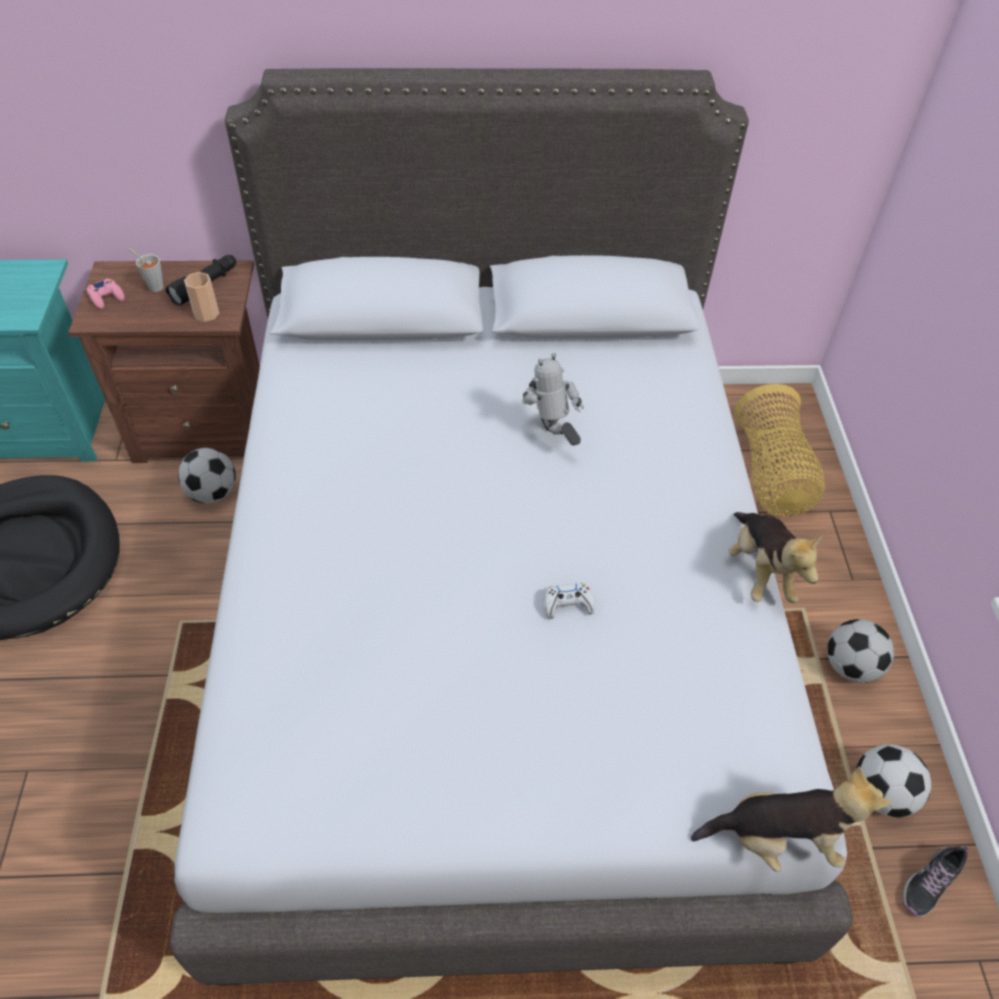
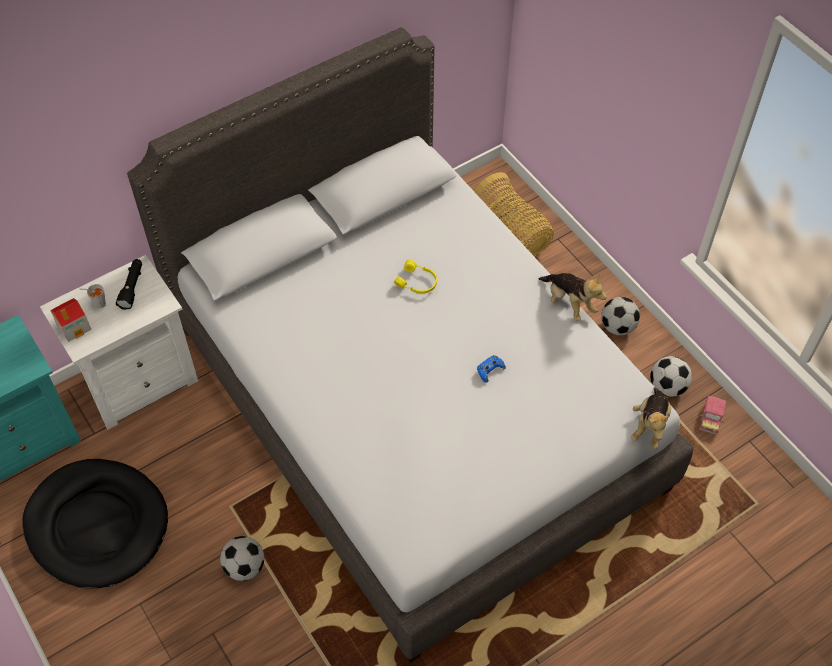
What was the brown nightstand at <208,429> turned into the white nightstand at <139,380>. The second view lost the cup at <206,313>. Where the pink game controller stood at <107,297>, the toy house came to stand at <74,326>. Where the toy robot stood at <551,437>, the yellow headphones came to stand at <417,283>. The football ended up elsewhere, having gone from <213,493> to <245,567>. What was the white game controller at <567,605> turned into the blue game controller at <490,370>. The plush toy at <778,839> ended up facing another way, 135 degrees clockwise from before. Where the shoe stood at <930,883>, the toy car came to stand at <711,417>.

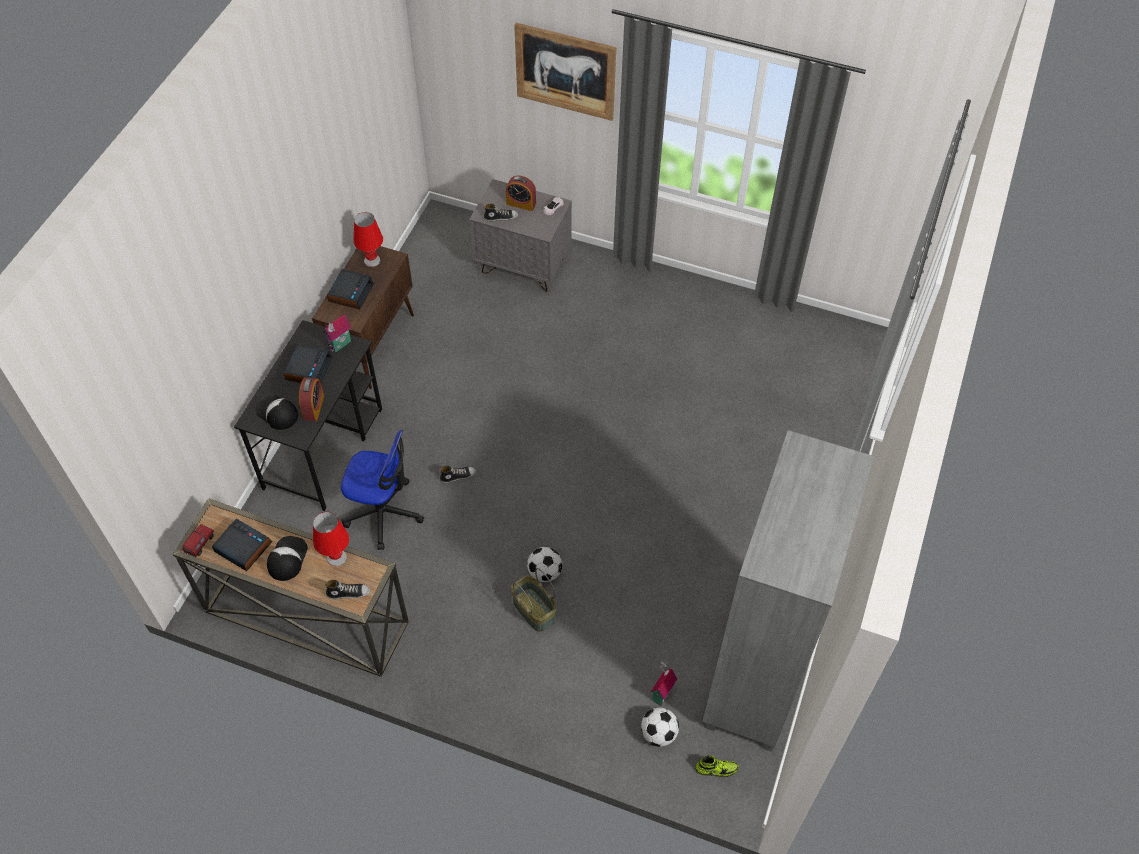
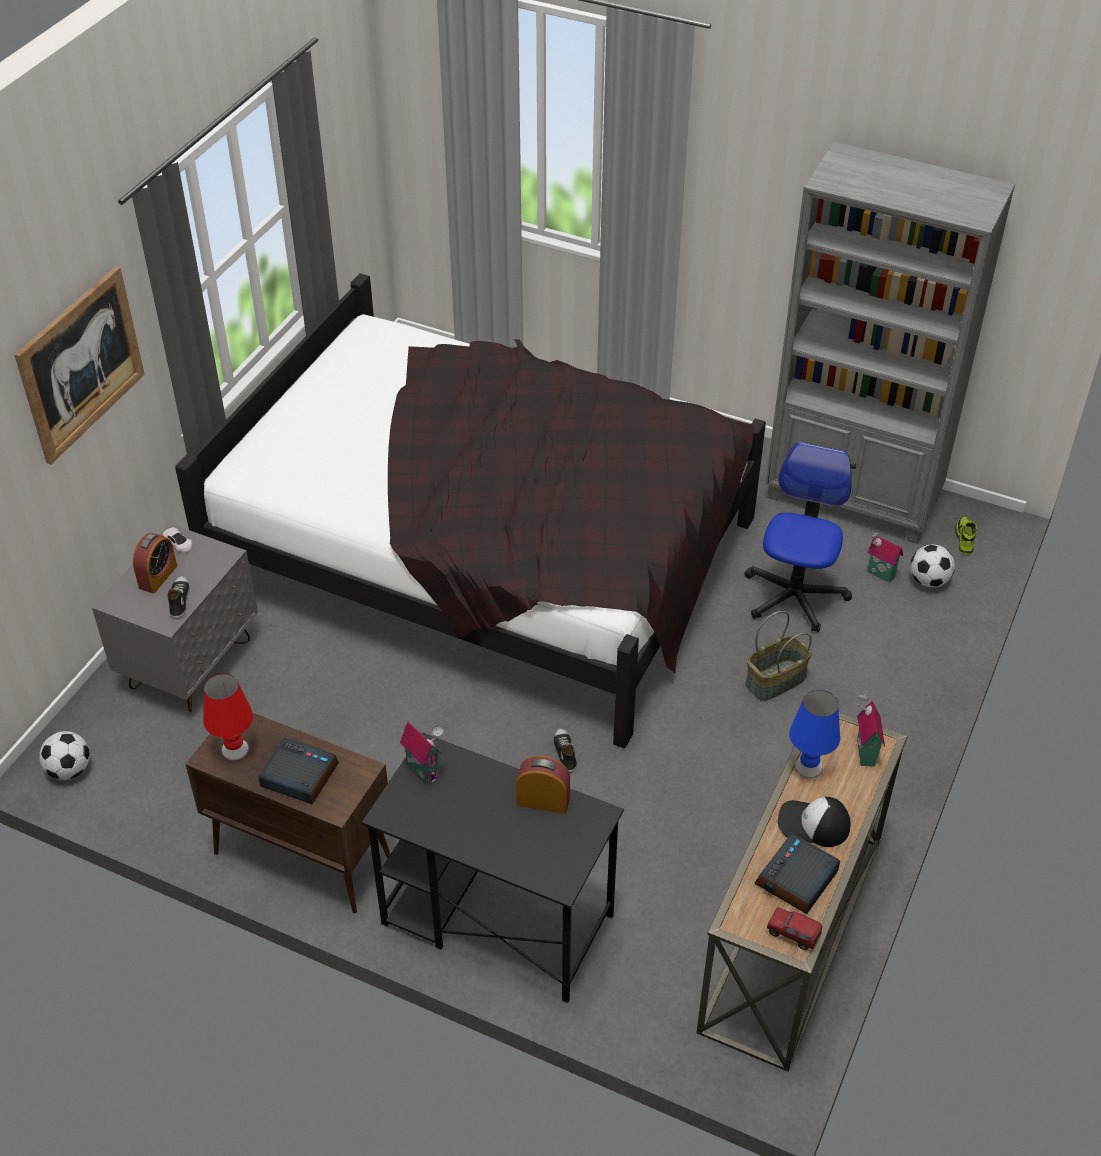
The second view lost the alarm clock at <308,368>. The second view lost the cap at <277,413>. The office chair ended up elsewhere, having gone from <383,512> to <794,596>. What was the red table lamp at <336,557> turned into the blue table lamp at <808,766>. The football ended up elsewhere, having gone from <545,572> to <69,770>. Where the shoe stood at <348,592>, the toy house came to stand at <863,752>. The second view gained the black bed at <489,554>.

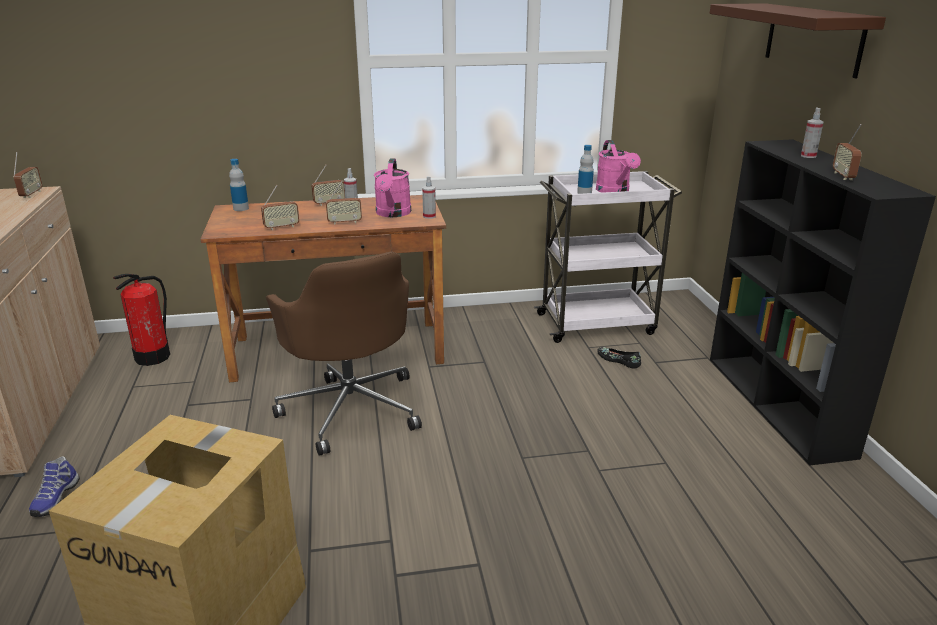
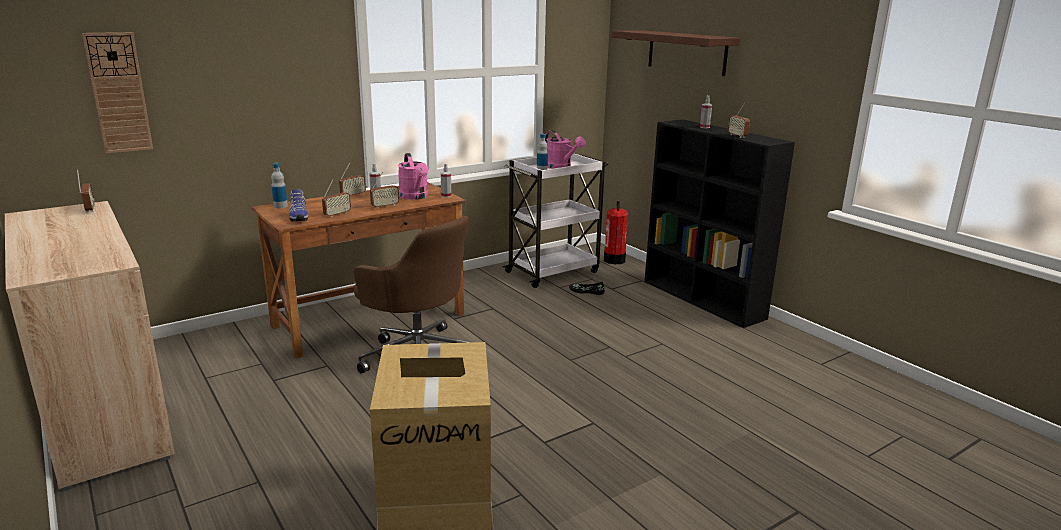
The fire extinguisher ended up elsewhere, having gone from <153,357> to <614,260>. The shoe ended up elsewhere, having gone from <54,498> to <298,217>. The second view gained the wall clock at <118,93>.

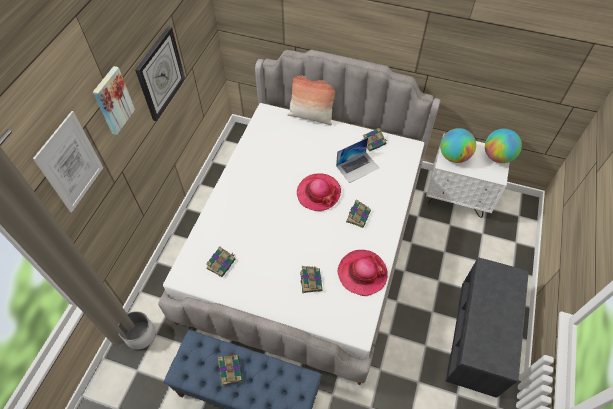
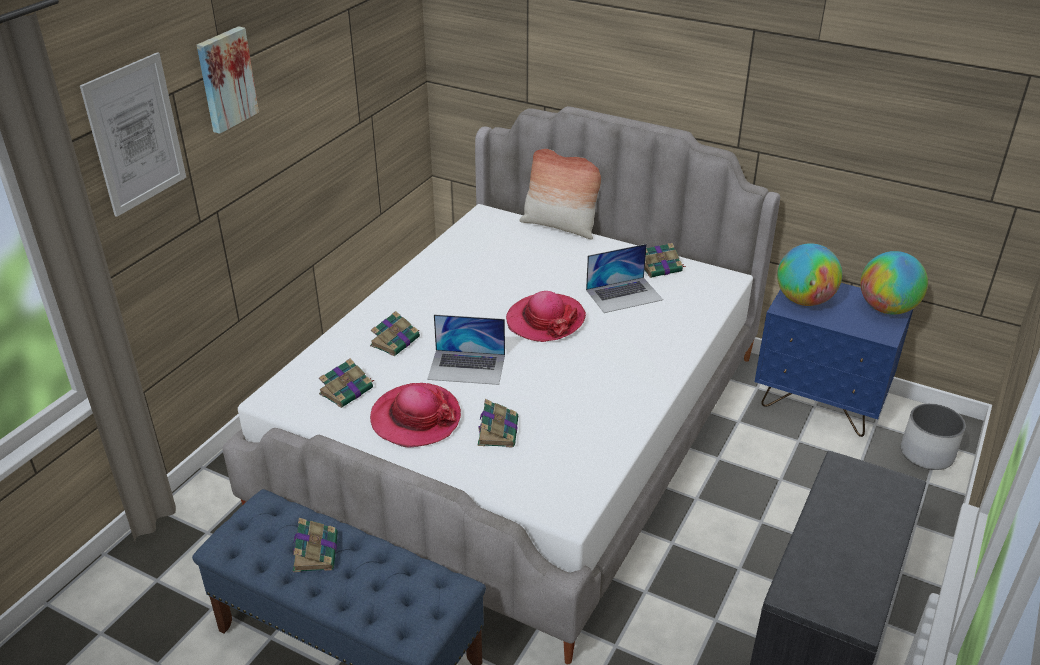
The second view lost the wall clock at <160,74>. What was the white nightstand at <457,197> turned into the blue nightstand at <820,402>. The book ended up elsewhere, having gone from <358,216> to <396,341>. The hat ended up elsewhere, having gone from <362,273> to <415,418>. The white planter ended up elsewhere, having gone from <140,335> to <926,453>. The second view gained the laptop at <467,367>.

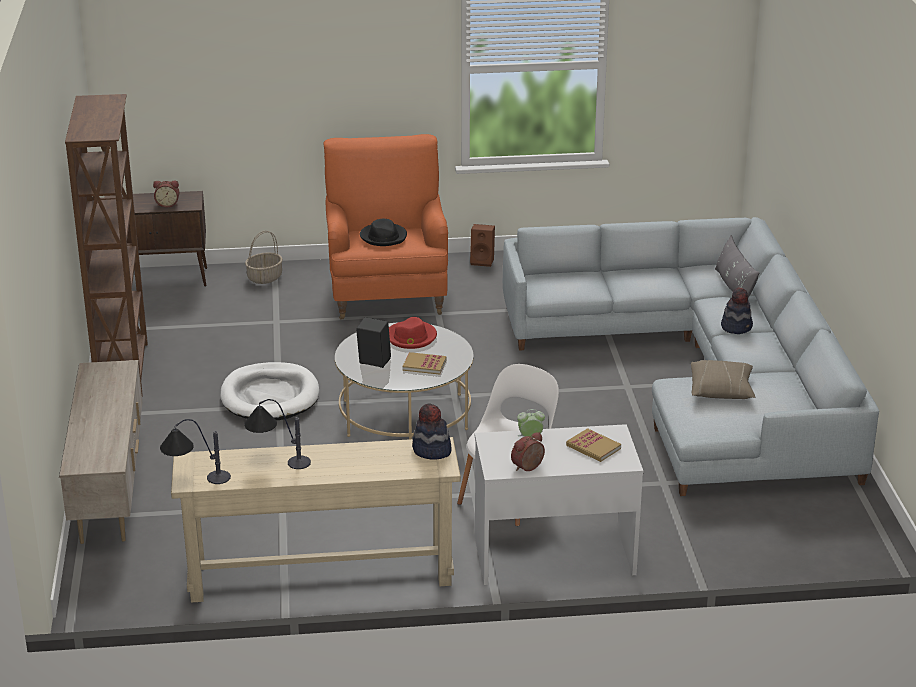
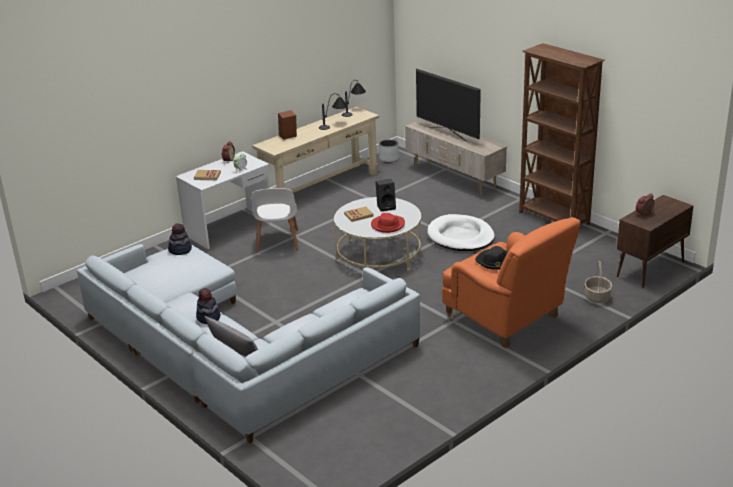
The brown speaker ended up elsewhere, having gone from <483,261> to <288,137>. The second view lost the beige pillow at <721,390>. The hat ended up elsewhere, having gone from <431,450> to <180,250>. The second view gained the television at <447,133>. The second view gained the grey planter at <389,158>.

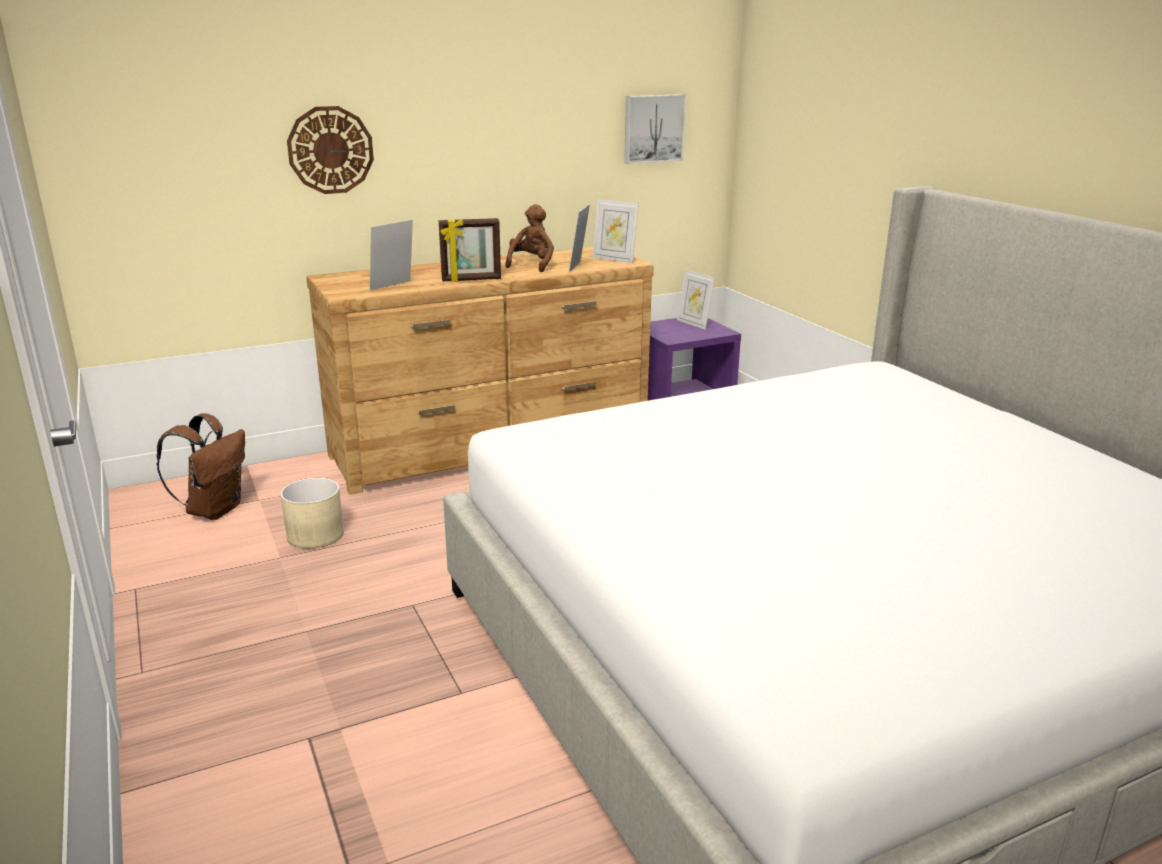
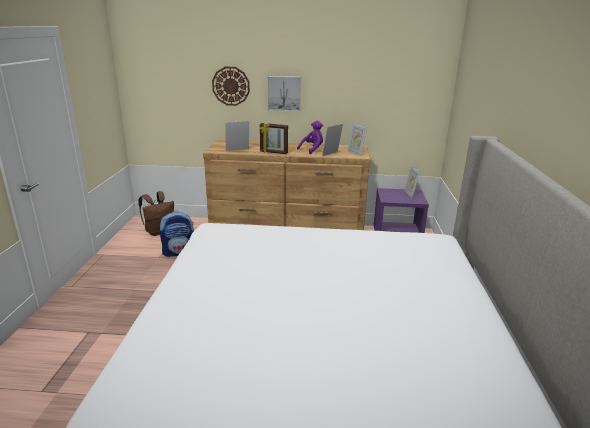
The picture ended up elsewhere, having gone from <653,128> to <284,93>. What was the brown plush toy at <532,265> turned into the purple plush toy at <312,150>. Where the beige planter stood at <315,534>, the backpack came to stand at <179,252>.

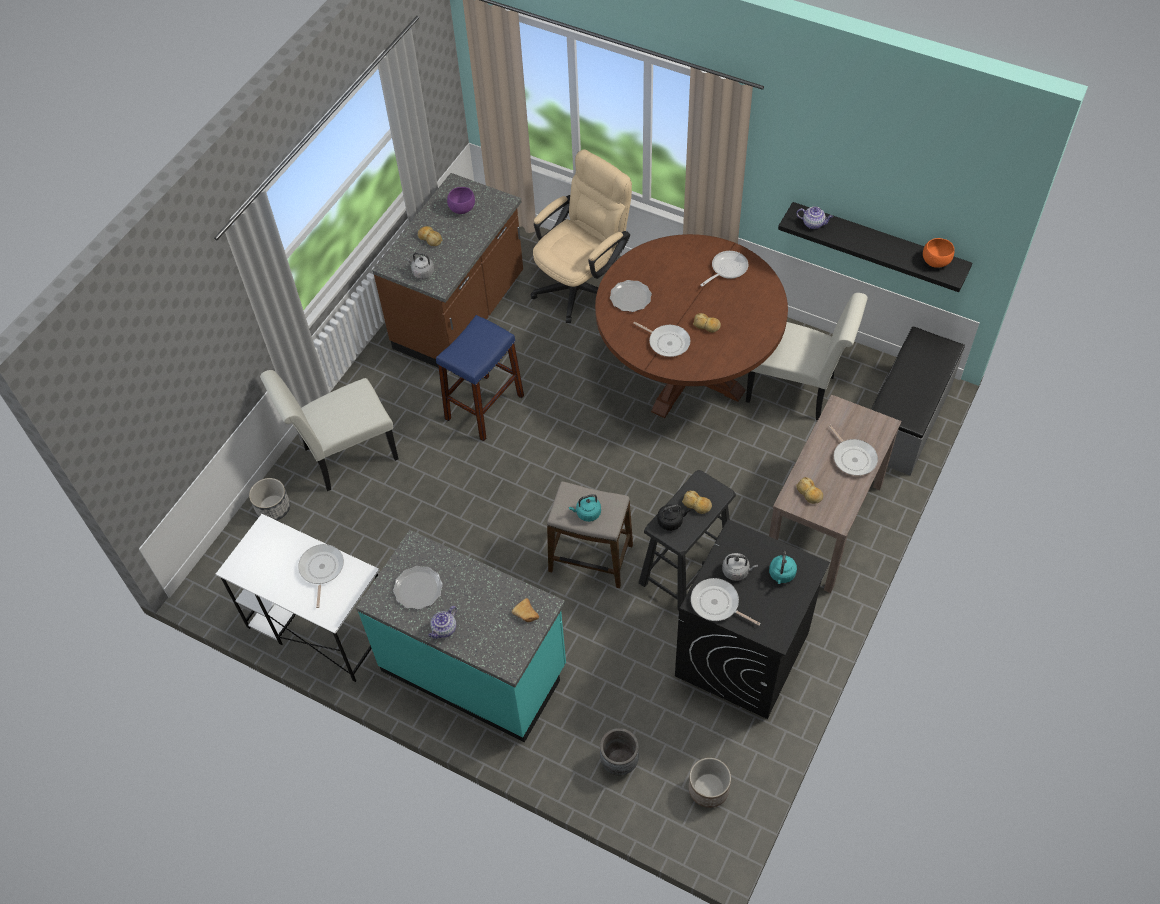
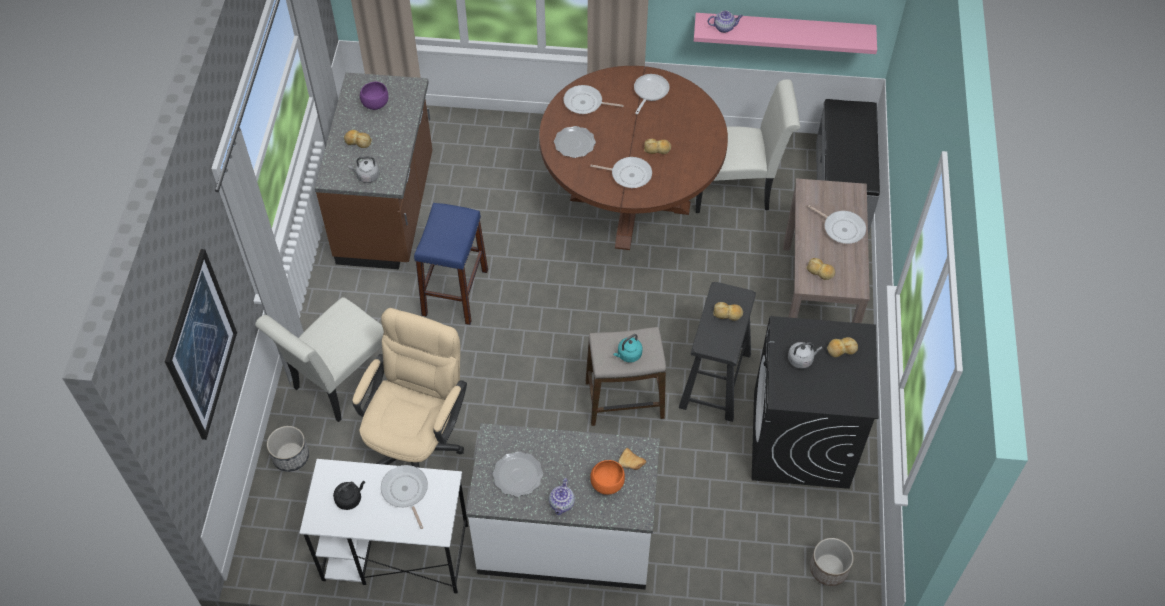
The beige office chair ended up elsewhere, having gone from <582,284> to <418,441>. What was the black shelf at <878,243> turned into the pink shelf at <783,30>. The orange bowl ended up elsewhere, having gone from <935,261> to <607,483>. The black kettle ended up elsewhere, having gone from <671,521> to <350,499>. What was the turquoise counter at <474,668> turned into the white counter at <566,539>. Where the turquoise kettle stood at <781,575>, the bread came to stand at <841,349>. The frying pan ended up elsewhere, having gone from <717,604> to <585,103>. The second view lost the grey planter at <619,761>. The second view gained the picture at <201,345>.

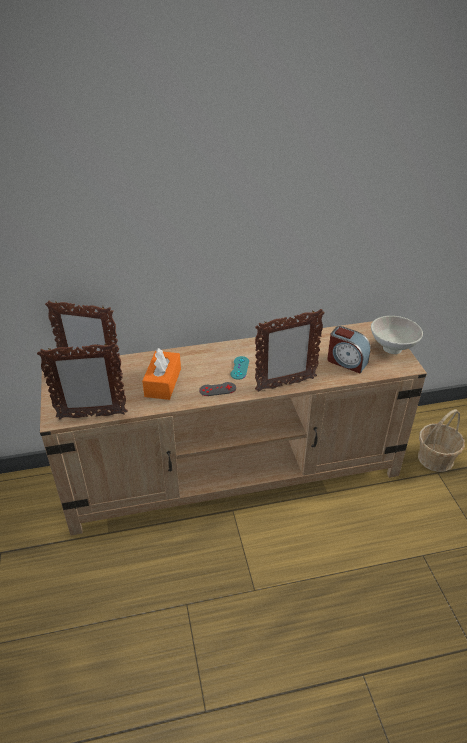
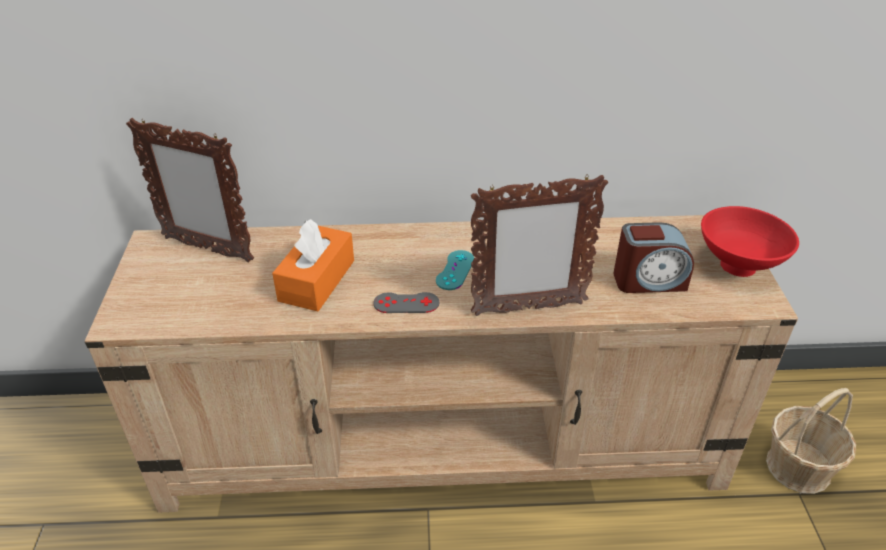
What was the white bowl at <391,347> turned into the red bowl at <736,264>. The alarm clock at <346,362> ended up facing another way, 45 degrees counterclockwise from before. The second view lost the picture frame at <91,416>.

